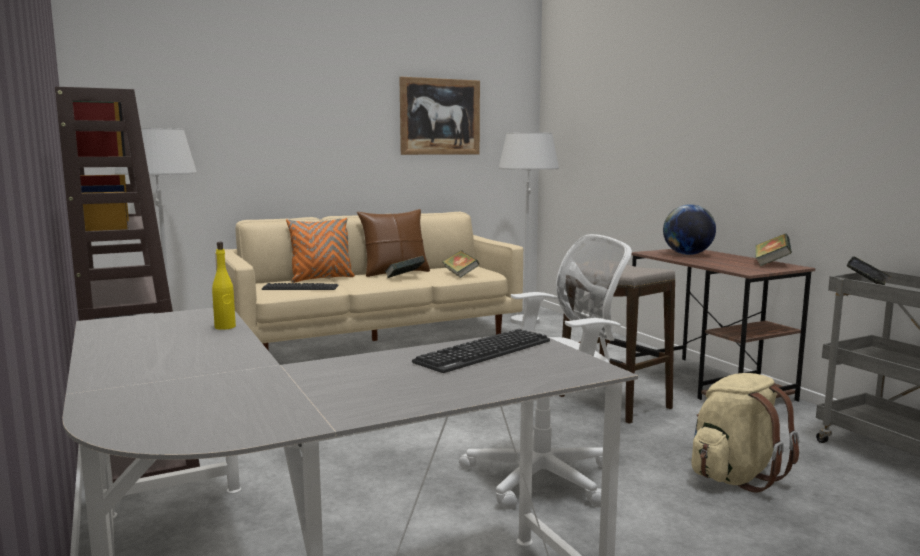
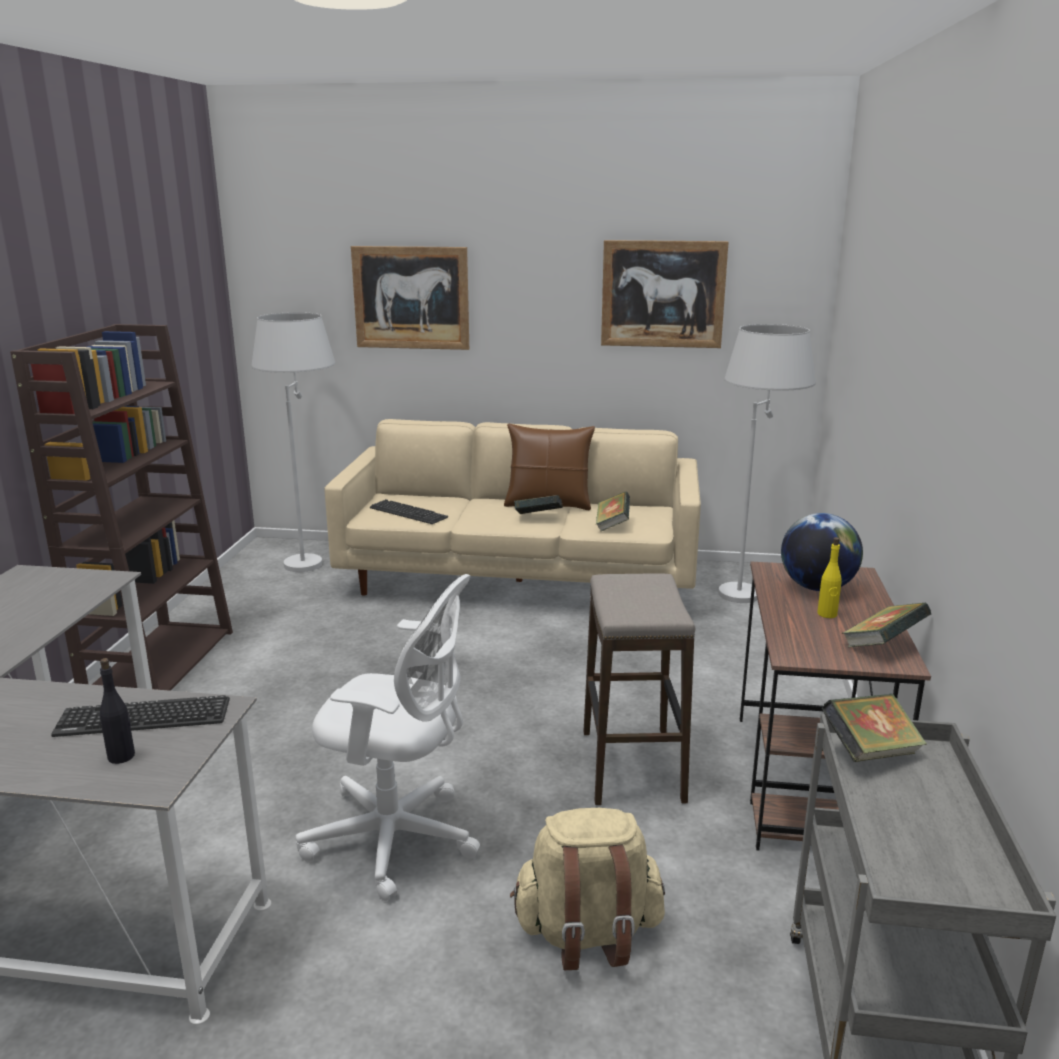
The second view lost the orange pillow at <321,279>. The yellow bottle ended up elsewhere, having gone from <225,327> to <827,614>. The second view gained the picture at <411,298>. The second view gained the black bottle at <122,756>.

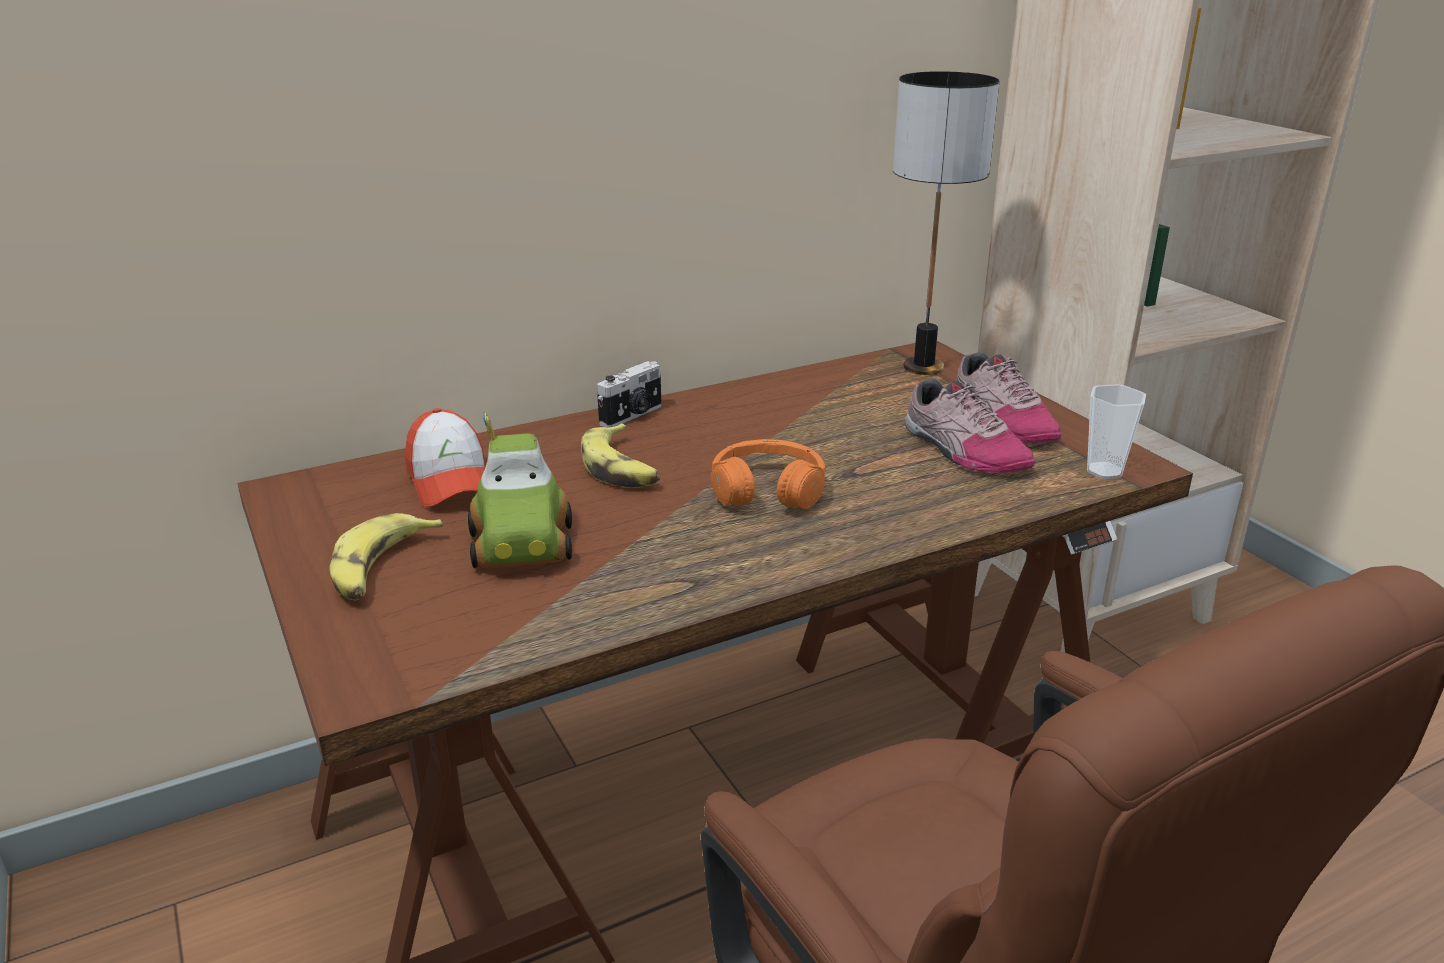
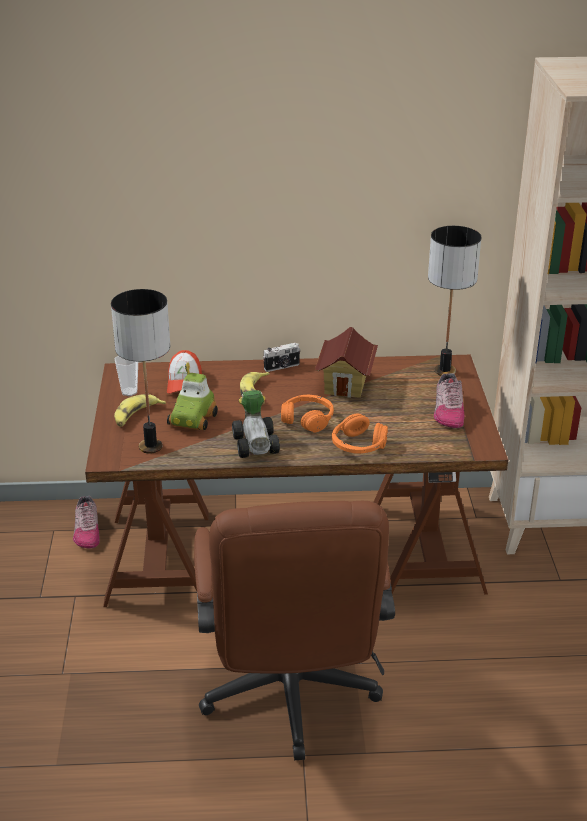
The shoe ended up elsewhere, having gone from <962,450> to <87,530>. The cup ended up elsewhere, having gone from <1104,471> to <129,392>. The second view gained the table lamp at <151,447>. The second view gained the toy house at <346,384>. The second view gained the toy car at <256,442>. The second view gained the orange headphones at <358,445>.

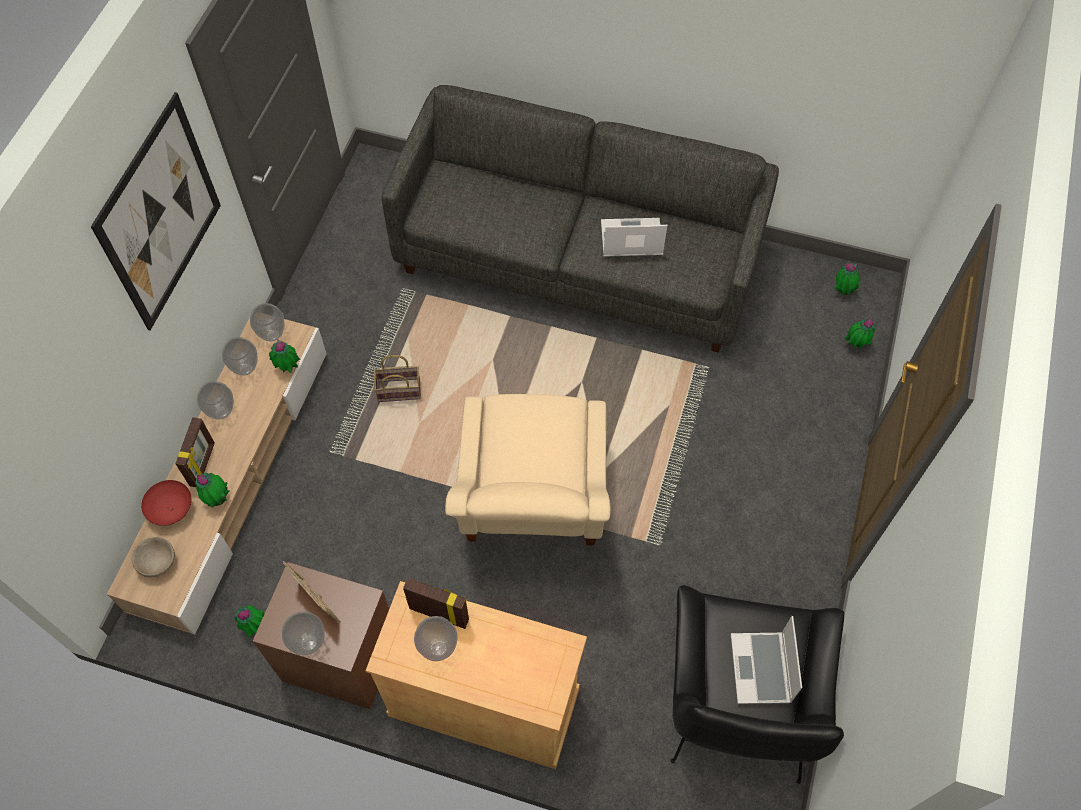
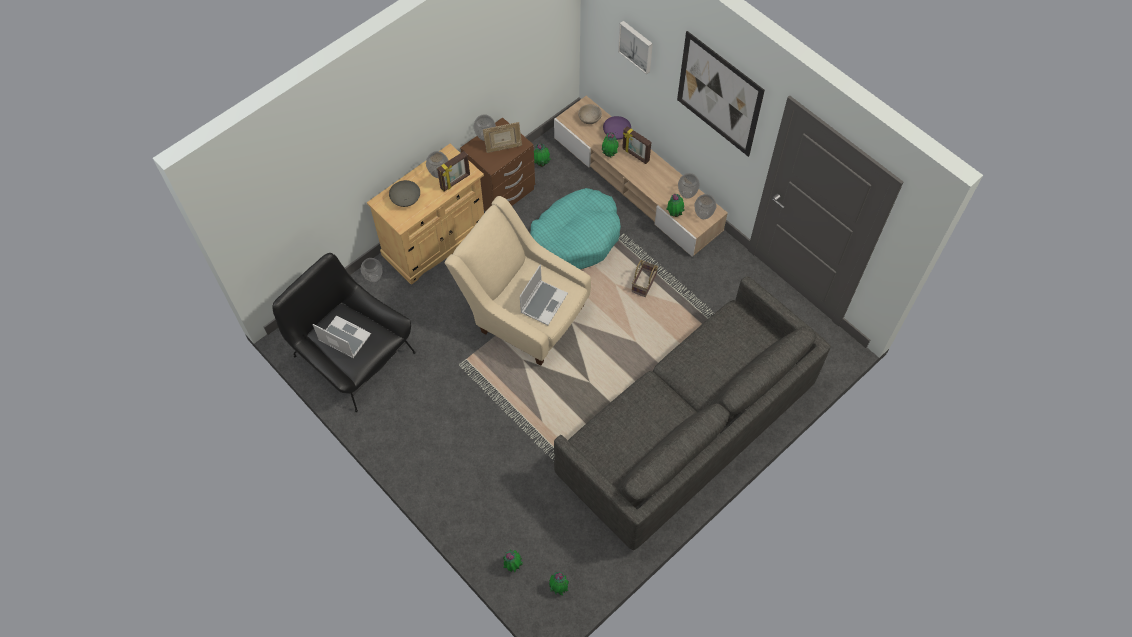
The laptop ended up elsewhere, having gone from <630,240> to <543,302>. The vase ended up elsewhere, having gone from <222,412> to <373,278>. What was the red bowl at <171,510> turned into the purple bowl at <616,133>. The second view gained the picture at <636,46>. The second view gained the grey bowl at <406,199>. The second view gained the turquoise dog bed at <575,237>.

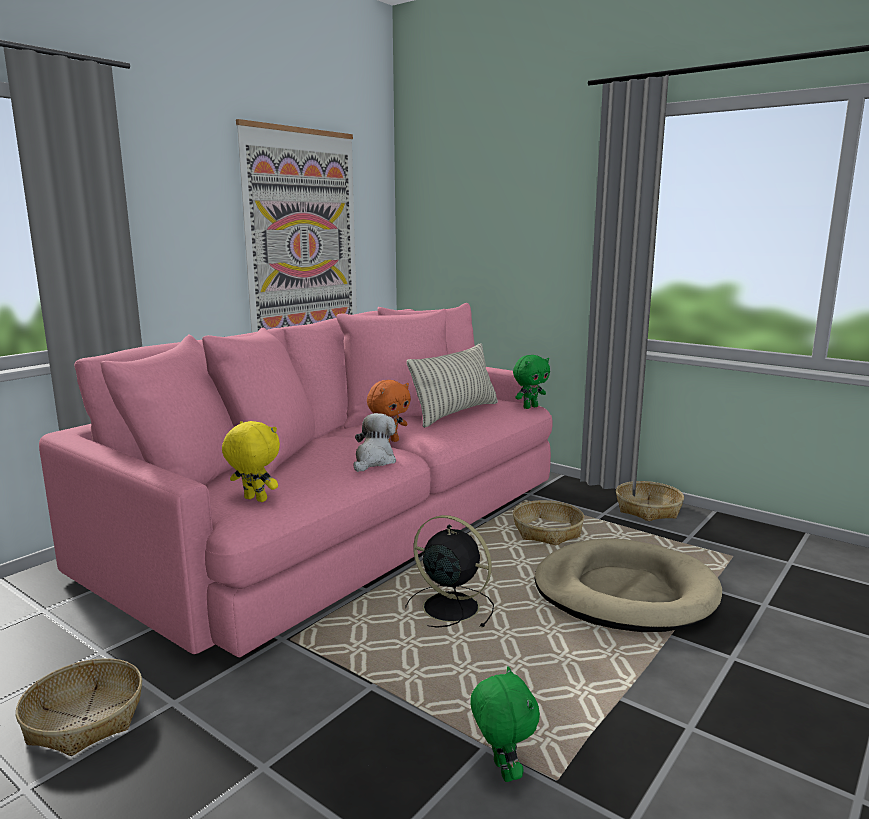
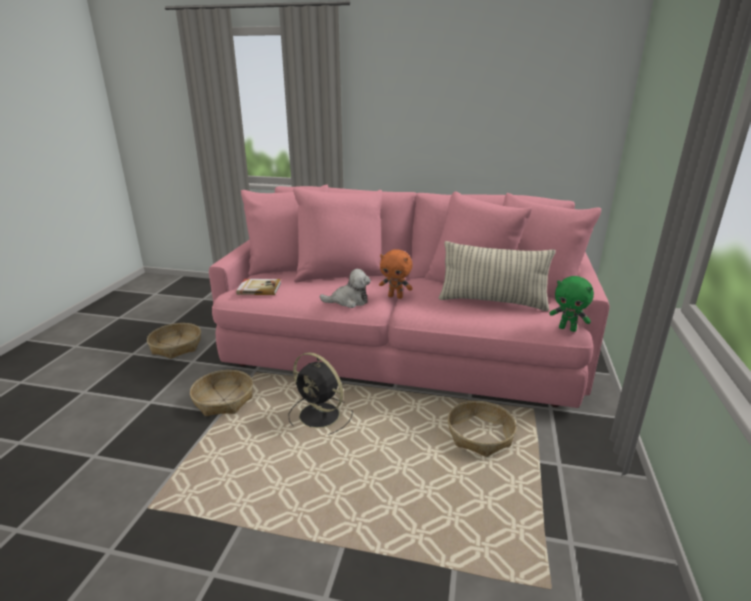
The second view lost the picture at <303,245>. Where the yellow plush toy stood at <254,500>, the book came to stand at <259,288>. The basket ended up elsewhere, having gone from <647,509> to <223,400>. The black fan at <448,607> ended up facing another way, 120 degrees clockwise from before. The second view lost the beige dog bed at <624,592>. The second view lost the green plush toy at <501,771>.

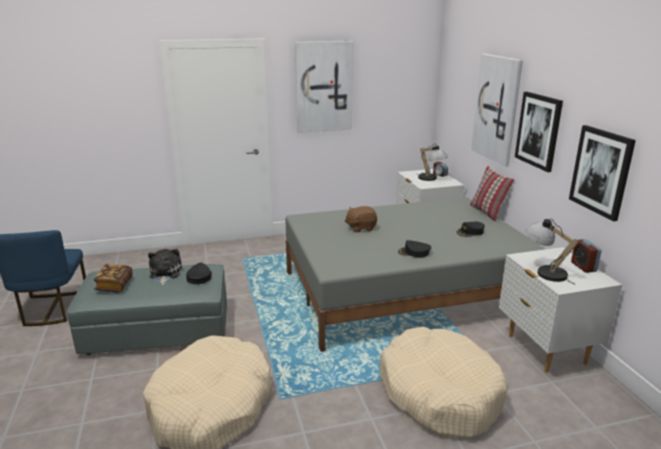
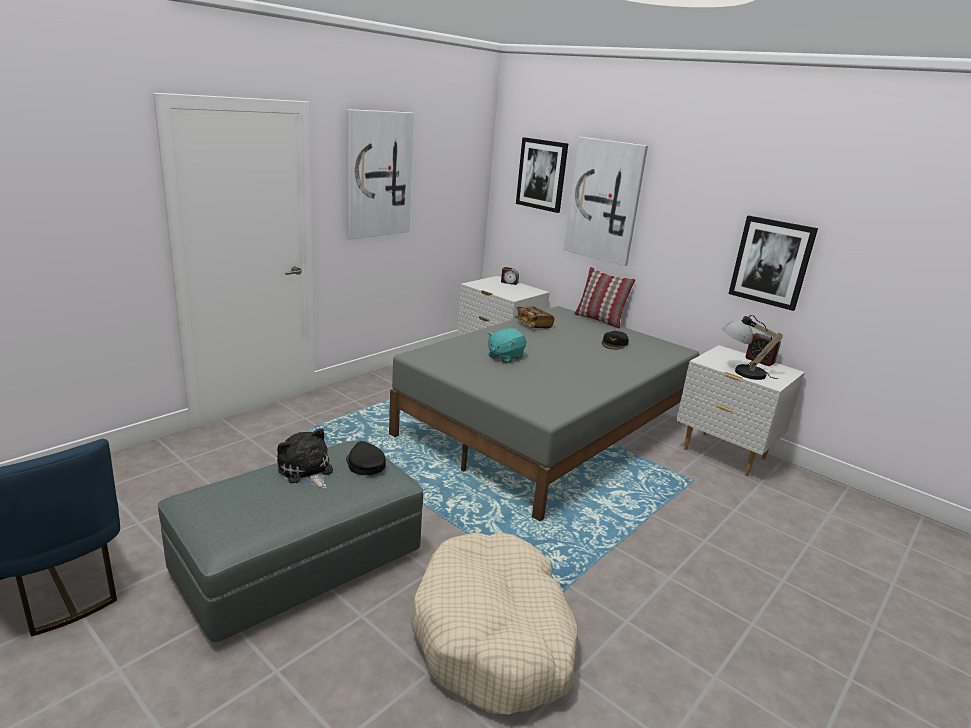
The picture ended up elsewhere, having gone from <538,130> to <542,174>. The second view lost the table lamp at <431,179>. What was the brown plush toy at <361,228> turned into the turquoise plush toy at <505,357>. The second view lost the black cap at <414,252>. The book ended up elsewhere, having gone from <114,285> to <533,325>. The second view lost the beige dog bed at <439,393>.

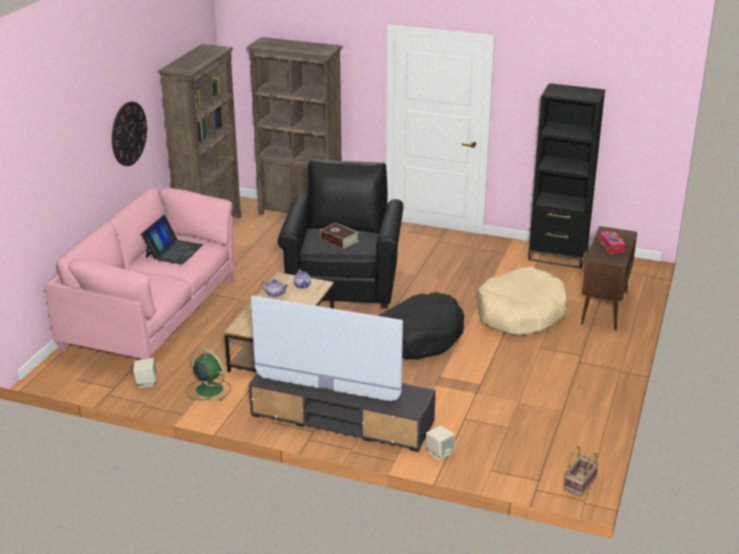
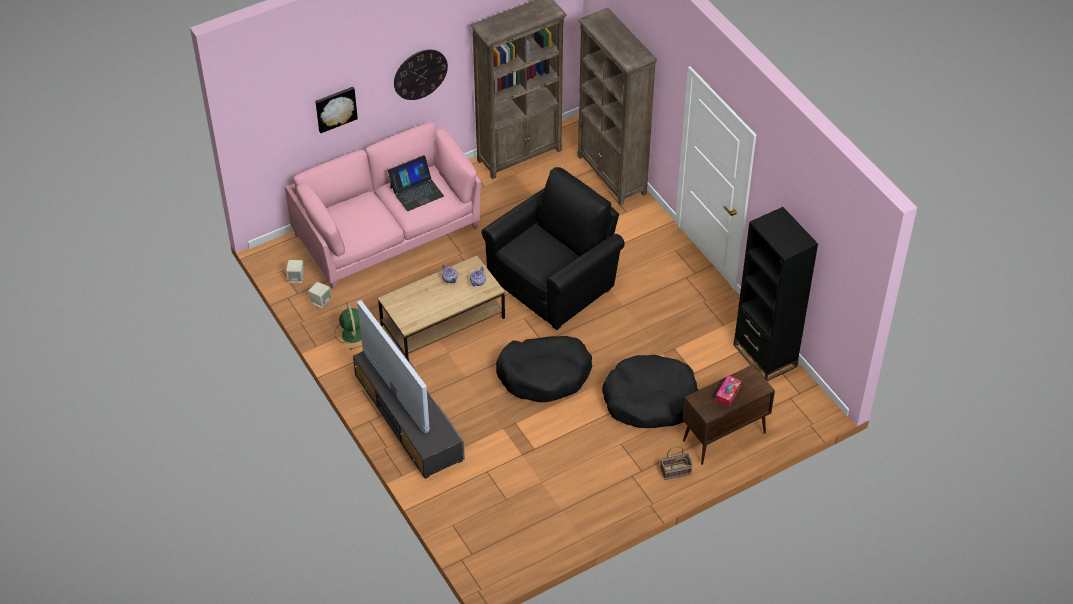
The second view lost the book at <339,240>. What was the beige dog bed at <520,314> turned into the black dog bed at <650,400>. The beige speaker ended up elsewhere, having gone from <439,453> to <296,278>. The basket ended up elsewhere, having gone from <580,484> to <675,472>. The second view gained the picture at <335,108>.

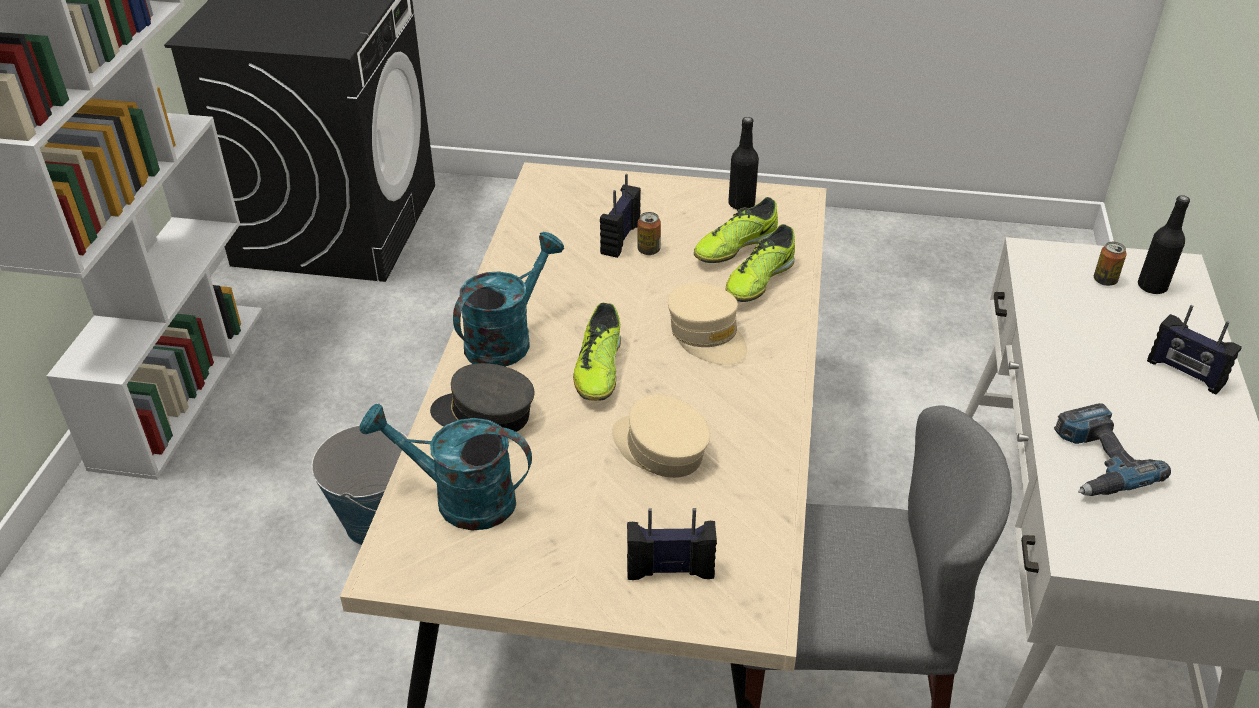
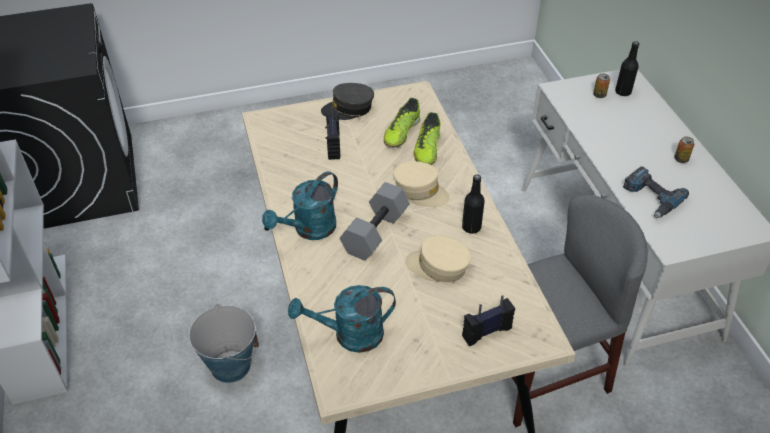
The black bottle ended up elsewhere, having gone from <741,204> to <471,227>. The can ended up elsewhere, having gone from <648,250> to <681,159>. The turquoise watering can at <506,338> ended up facing another way, 150 degrees counterclockwise from before. Where the shoe stood at <598,369>, the grey dumbbell came to stand at <374,231>. The second view lost the radio at <1185,373>. The grey cap ended up elsewhere, having gone from <484,415> to <348,109>.

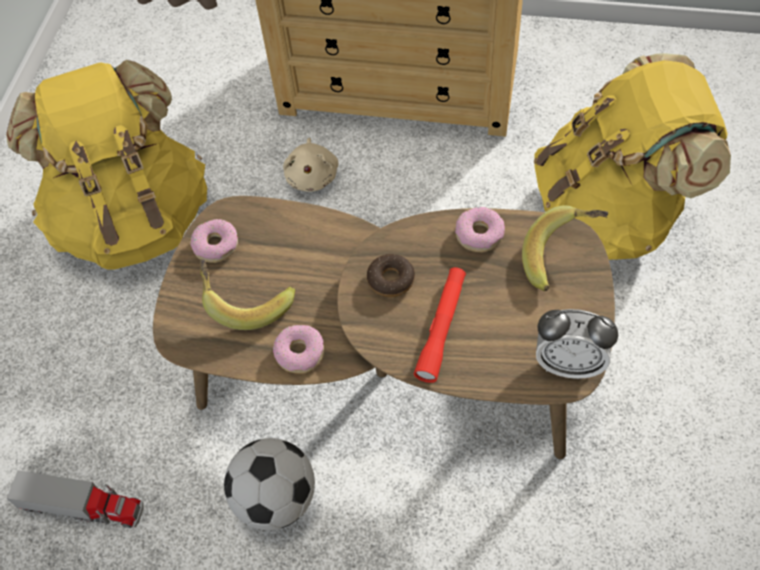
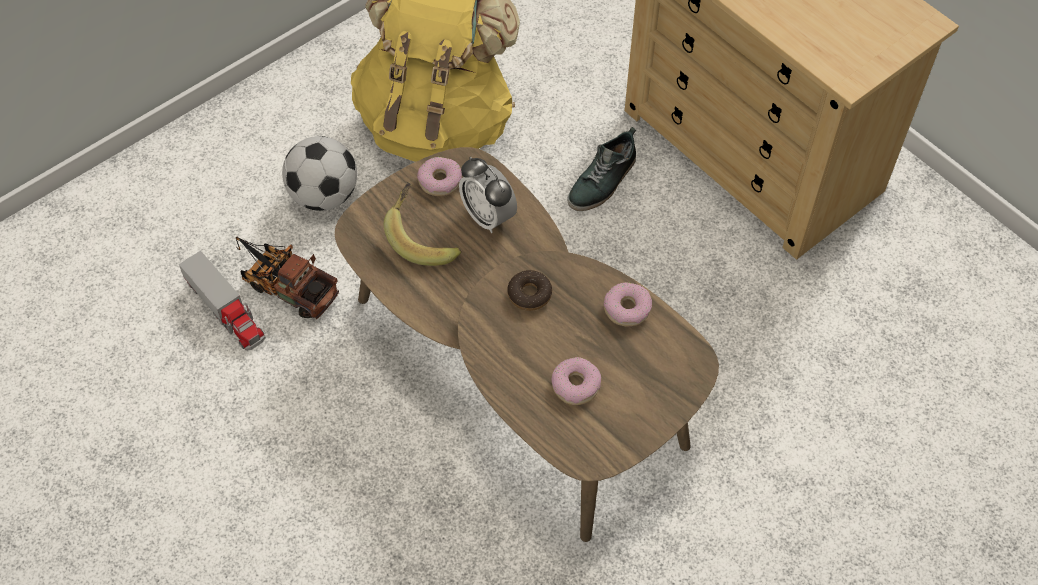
The second view lost the yellow backpack at <612,212>. Where the beige plush toy stood at <312,176>, the shoe came to stand at <603,181>. The second view lost the banana at <562,257>. The second view lost the red flashlight at <441,328>. The alarm clock ended up elsewhere, having gone from <569,363> to <488,216>. The donut ended up elsewhere, having gone from <300,353> to <576,385>. The football ended up elsewhere, having gone from <276,499> to <324,195>. The second view gained the toy truck at <286,285>.

